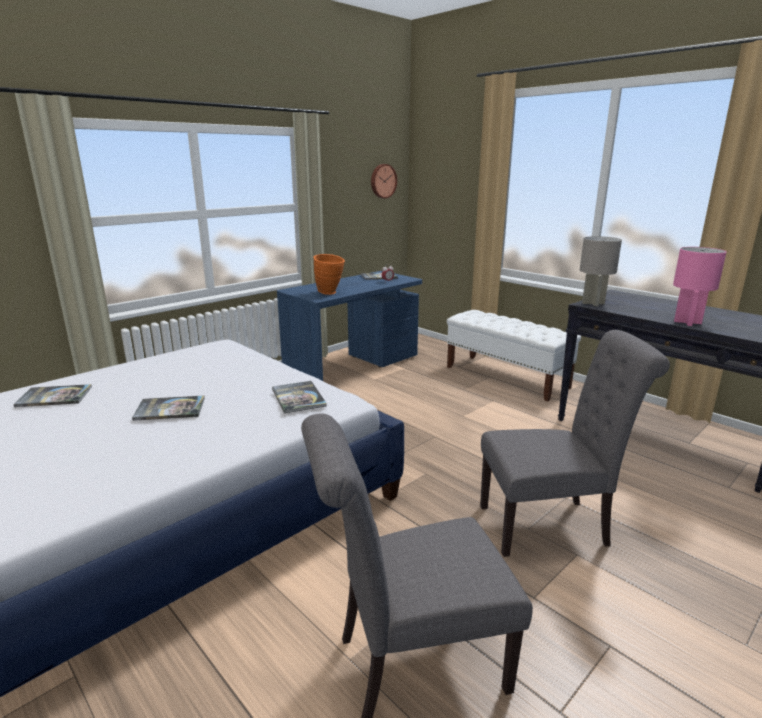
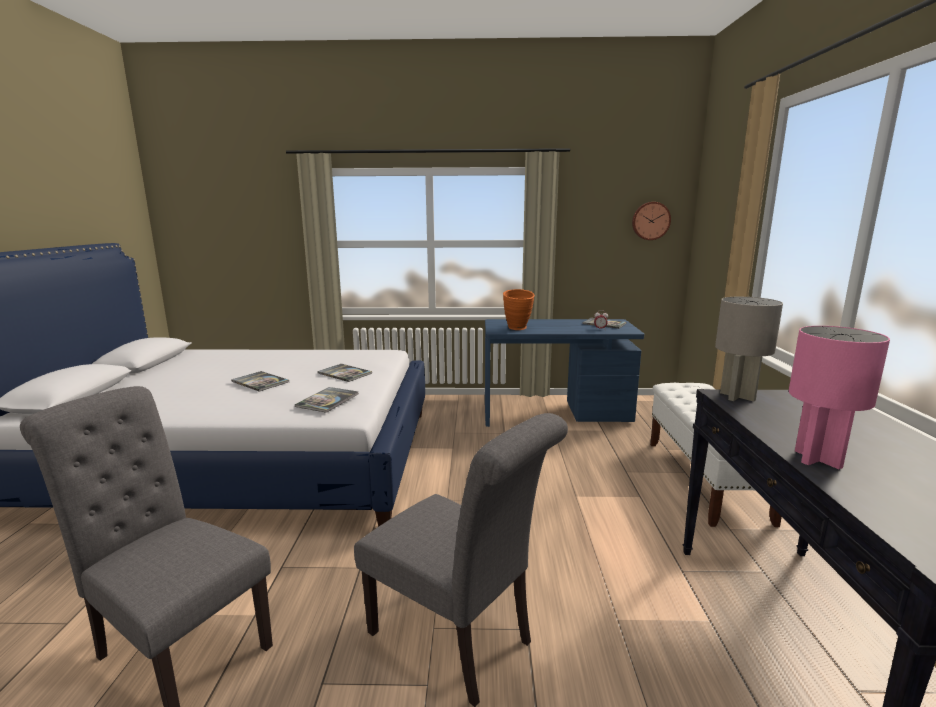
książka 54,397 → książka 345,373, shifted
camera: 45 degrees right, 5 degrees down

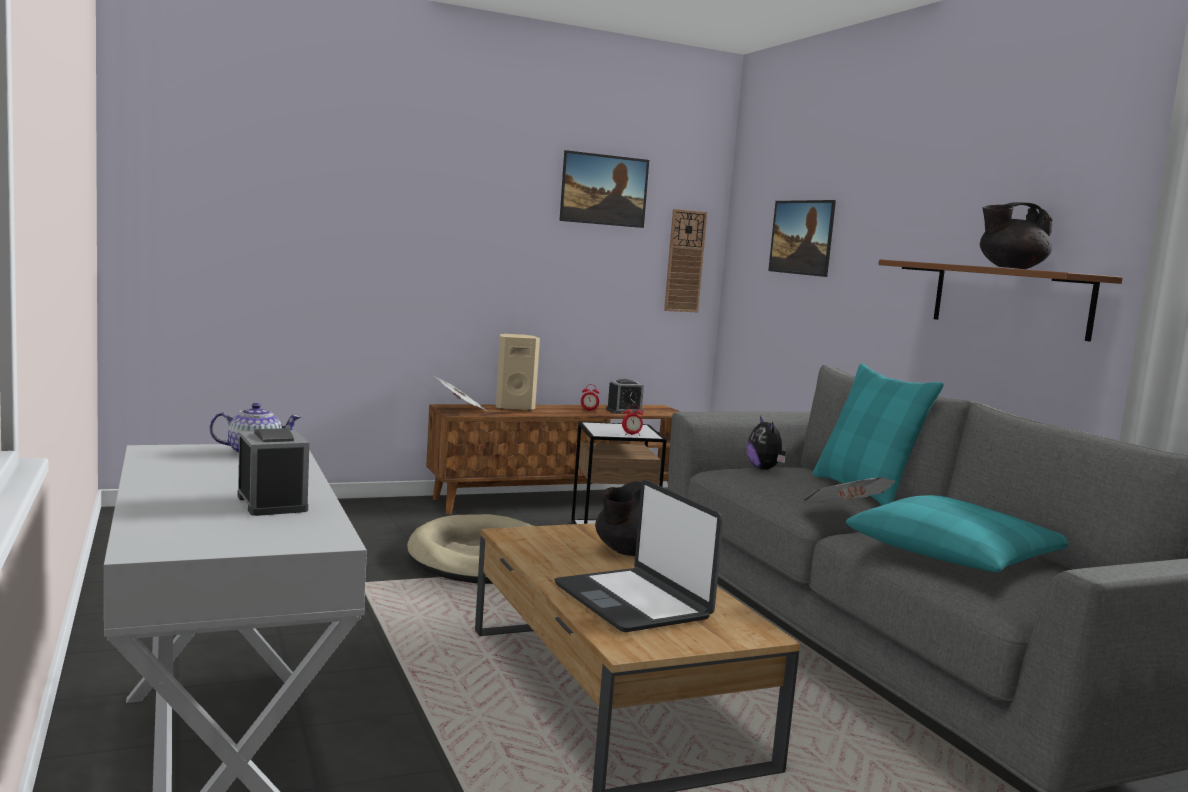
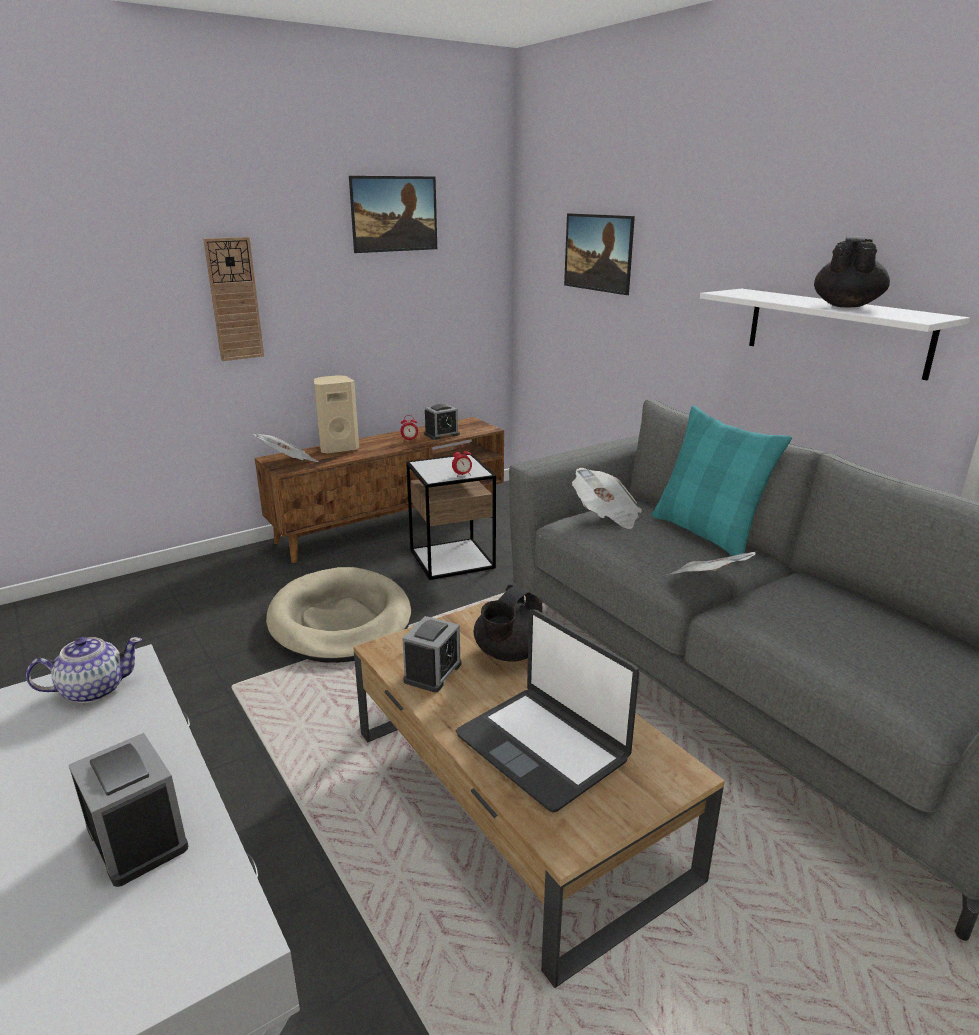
imbryk (czarny) 1010,268 → imbryk (czarny) 846,305, 135 degrees clockwise
zegar ścienny 685,261 → zegar ścienny 234,299, shifted
półka (brązowy) 1009,299 → półka (biały) 835,331
pluszak 764,469 → gazeta 606,515
poduszka (turkusowy) 956,556 → -
- → budzik 433,672
camera: 10 degrees left, 15 degrees up

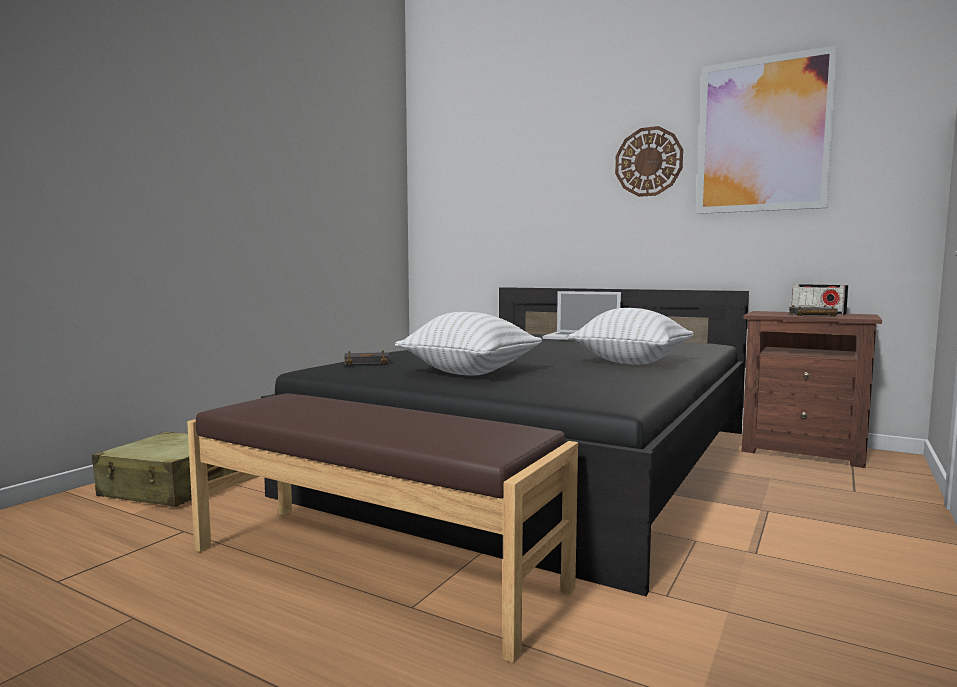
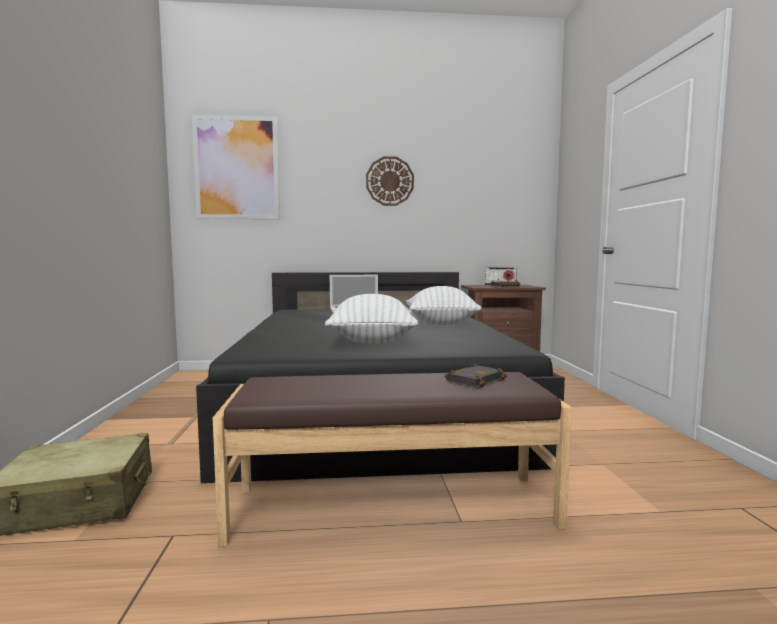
obraz 763,135 → obraz 237,168, shifted
książka (czarny) 367,362 → książka (czarny) 474,380, shifted
camera: 35 degrees left, 0 degrees up

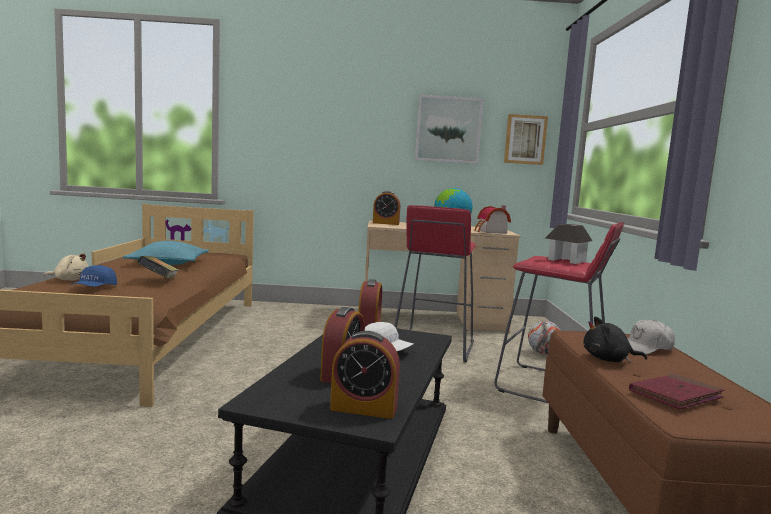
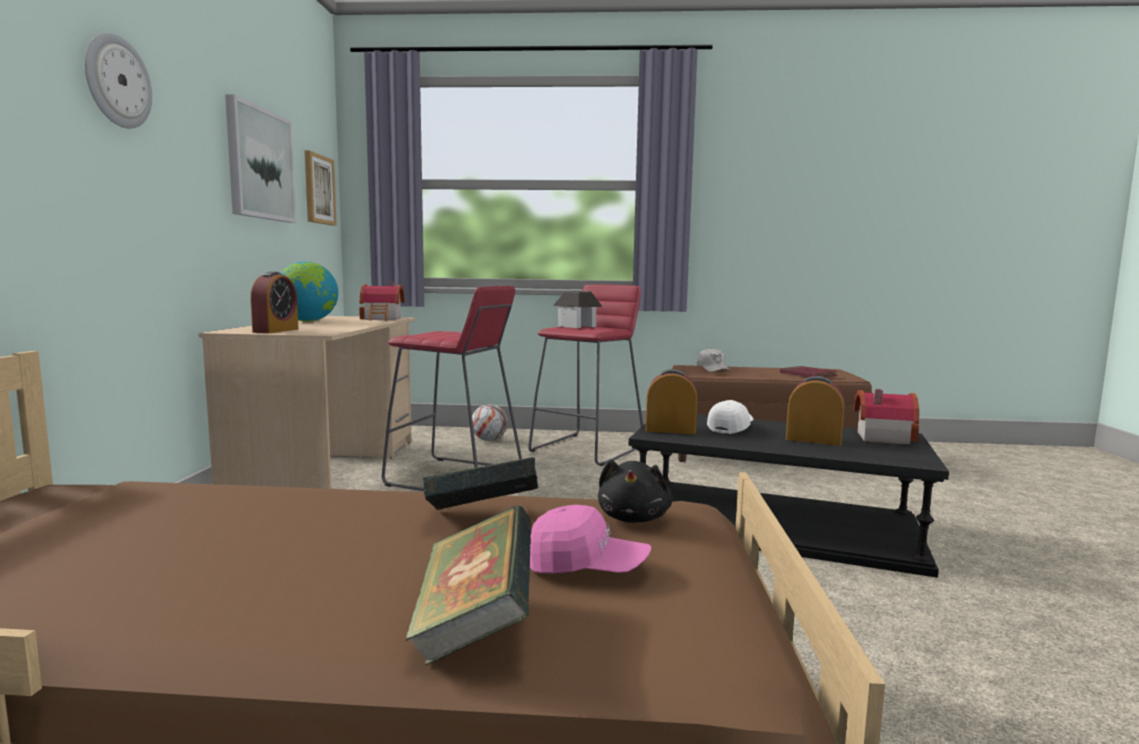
poduszka (turkusowy) 169,263 → -
pluszak (beżowy) 70,280 → książka 475,625
czapka z daszkiem (niebieski) 94,288 → czapka z daszkiem (różowy) 587,567
pluszak (czarny) 608,360 → pluszak (czarny) 634,518, shifted
budzik 364,408 → domek 880,437
- → zegar ścienny 117,81
camera: 85 degrees left, 0 degrees up

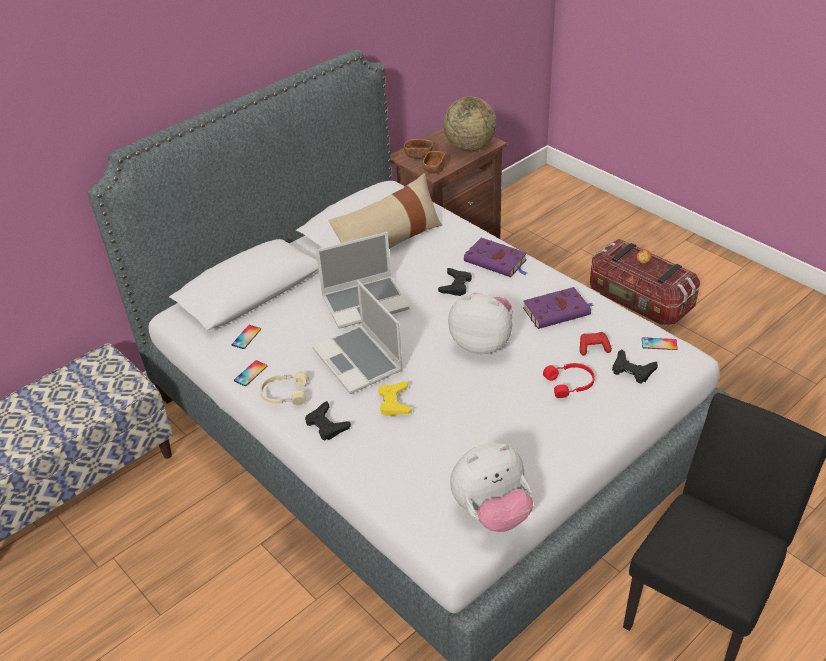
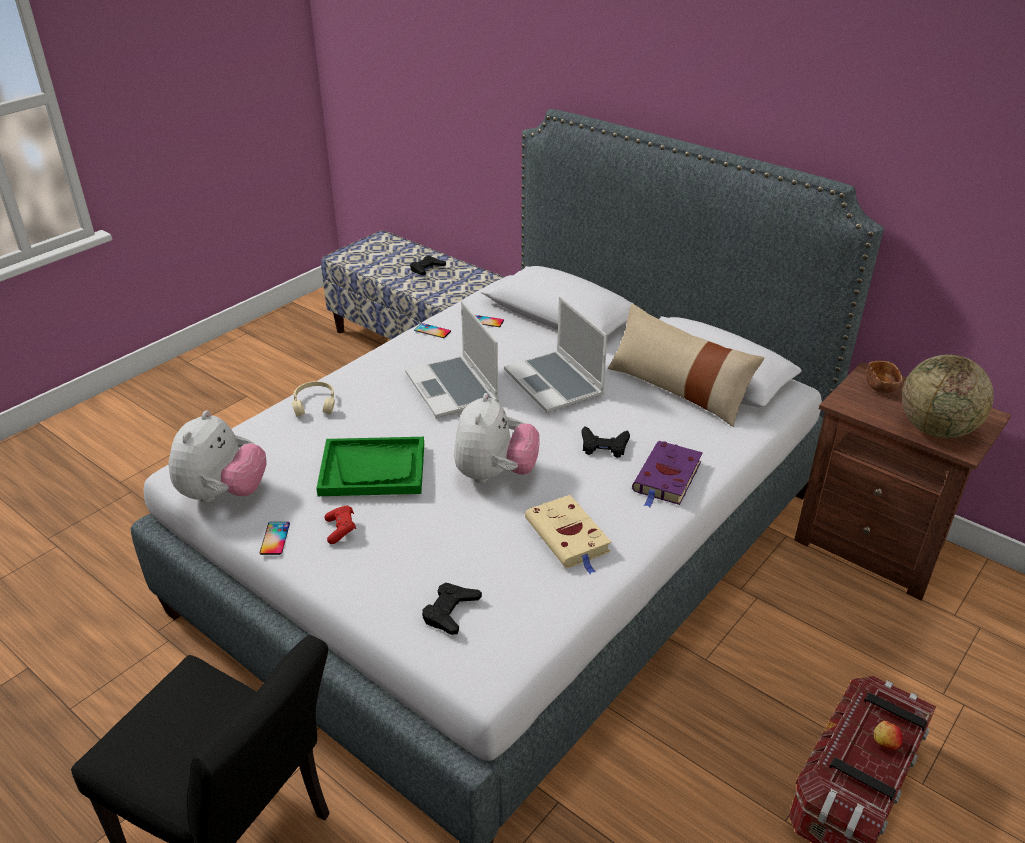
miska (brązowy) 434,169 → -
laptop 359,361 → laptop 453,389, 75 degrees counterclockwise
książka (fioletowy) 558,311 → książka (beżowy) 569,537
pad do gier (czerwony) 593,348 → pad do gier (czerwony) 341,530, shifted
telefon 659,344 → telefon 275,538, shifted
słuchawki (czerwony) 570,384 → -
słuchawki (beżowy) 285,394 → słuchawki (beżowy) 315,404, shifted
pad do gier (żółty) 394,402 → -
pad do gier (czarny) 326,425 → pad do gier (czarny) 427,269, shifted
pluszak 492,512 → pluszak 223,494, 135 degrees counterclockwise
- → taca (zielony) 373,469
camera: 80 degrees right, 5 degrees down

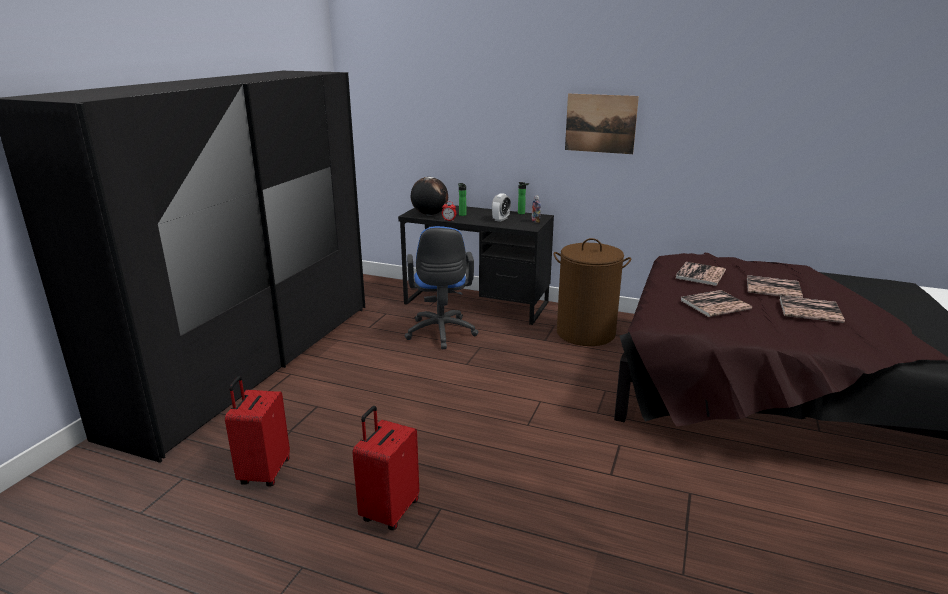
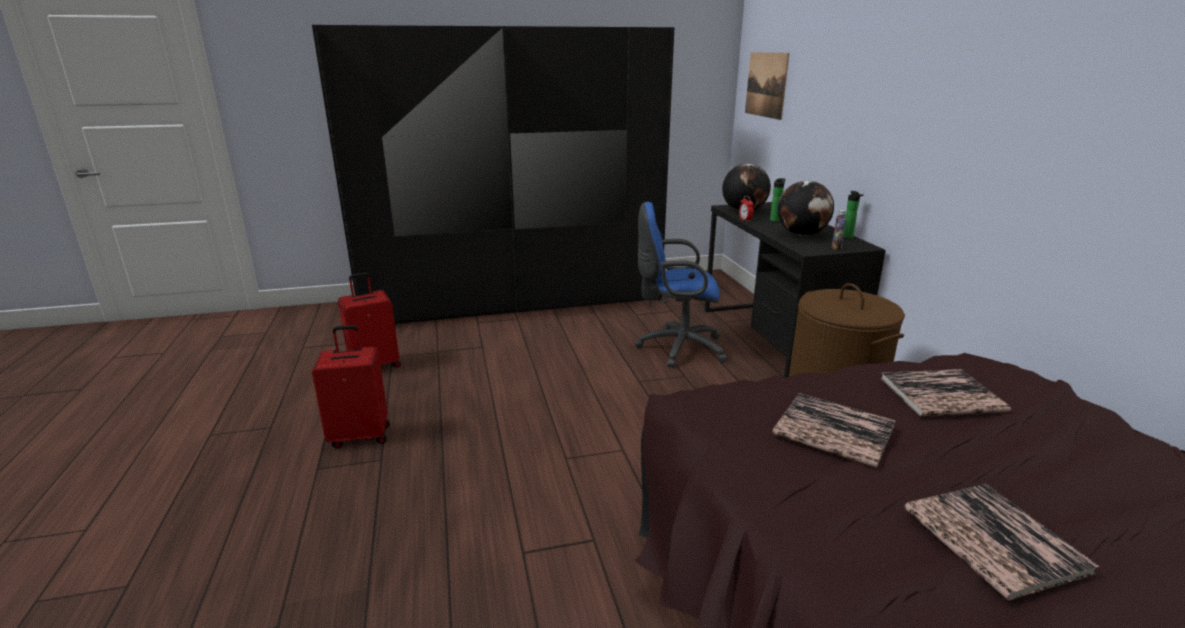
obraz 600,123 → obraz 766,85, shifted
budzik 501,219 → globus 802,234
krzesło biurowe (niebieski) 441,334 → krzesło biurowe (niebieski) 676,348, 45 degrees clockwise
książka 773,288 → -
camera: 55 degrees right, 0 degrees up

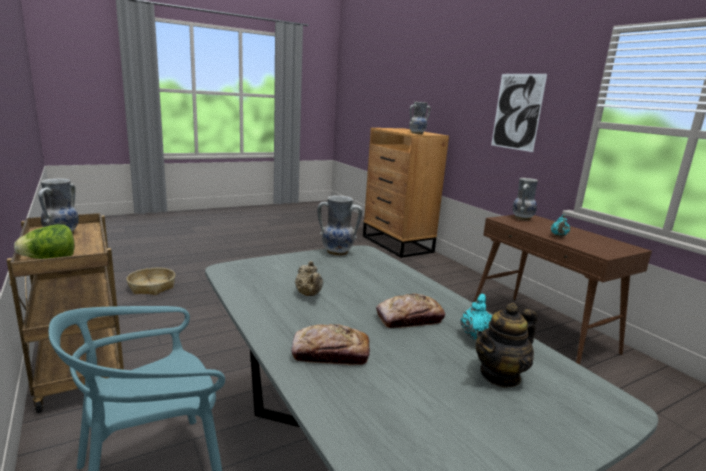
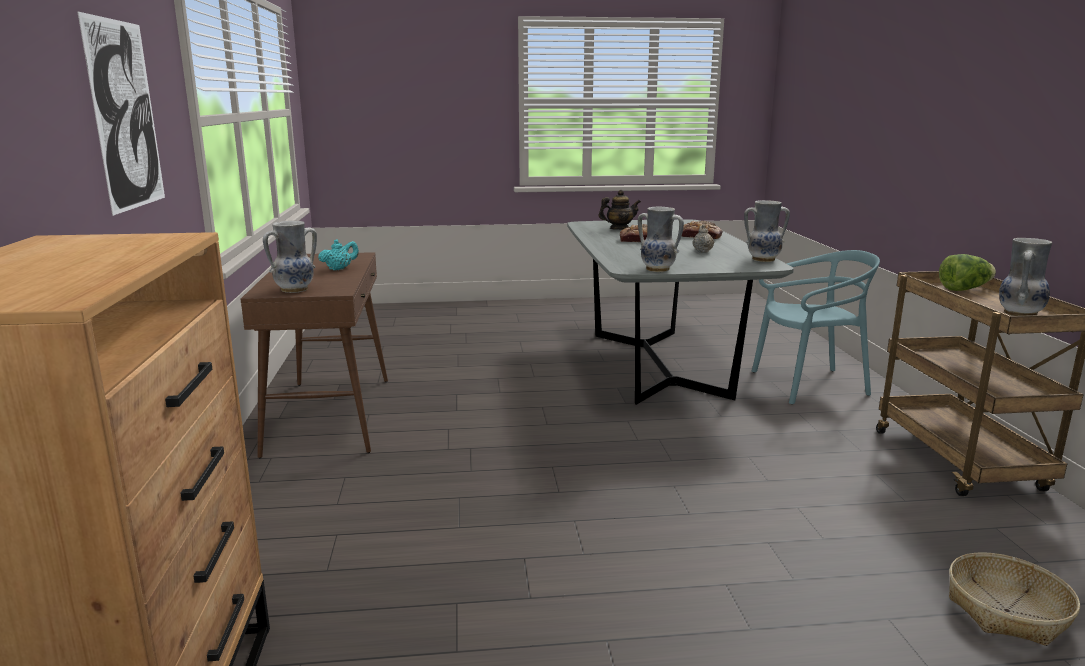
wazon 417,133 → wazon 763,259, shifted
imbryk (turkusowy) 475,334 → -
camera: 155 degrees left, 0 degrees up

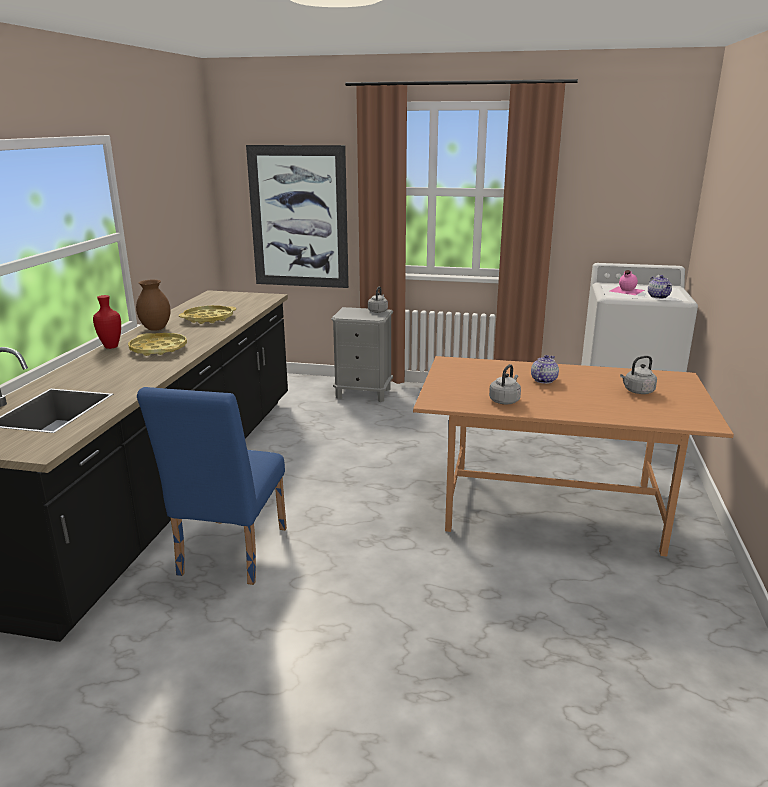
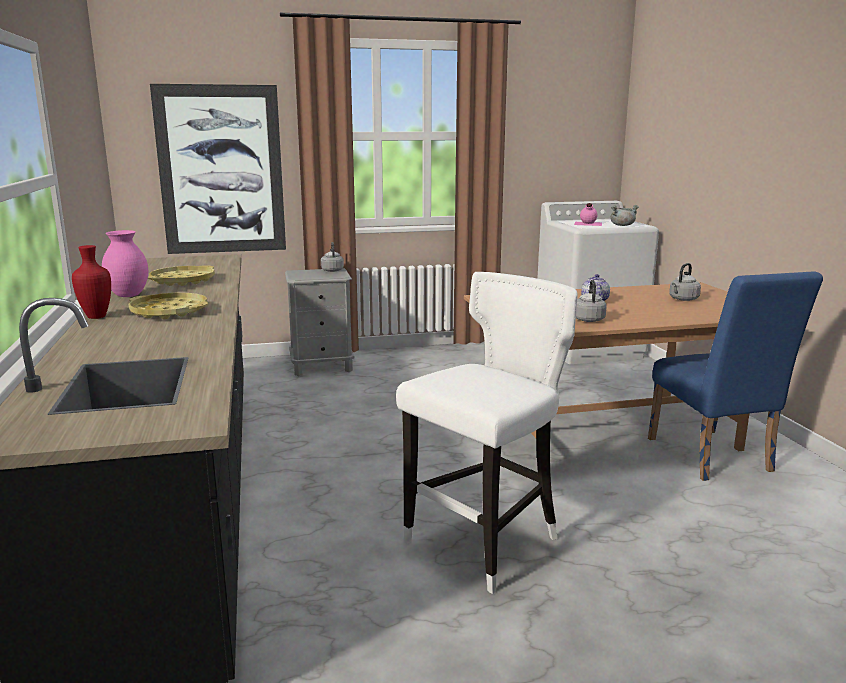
imbryk 659,296 → garnek (szary) 622,225
wazon (brązowy) 156,329 → wazon (różowy) 129,295
krzesło (niebieski) 229,556 → krzesło (niebieski) 713,458, shifted
- → stołek (biały) 486,543
camera: 25 degrees left, 5 degrees down

